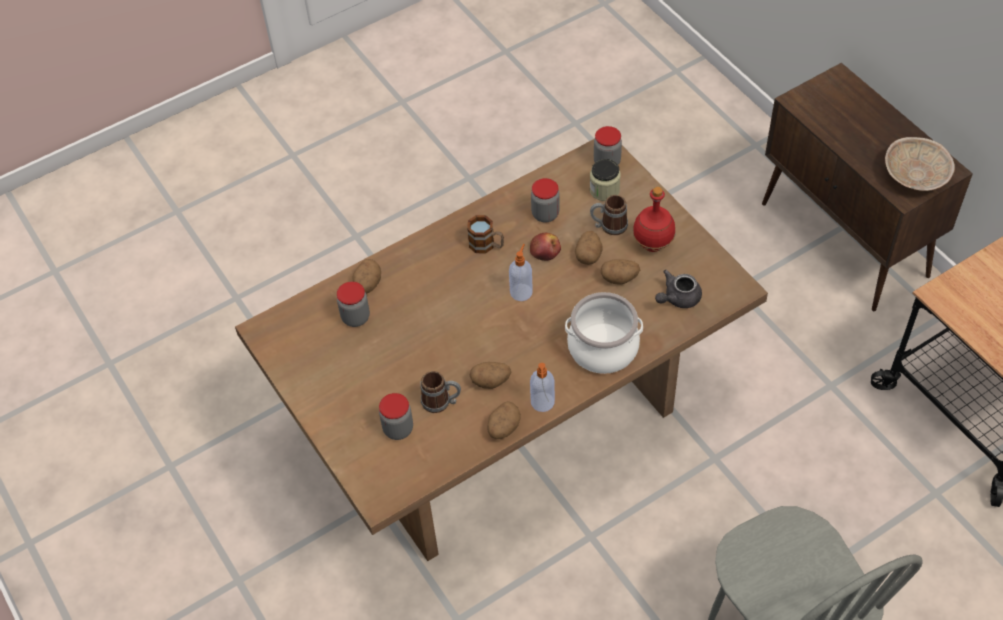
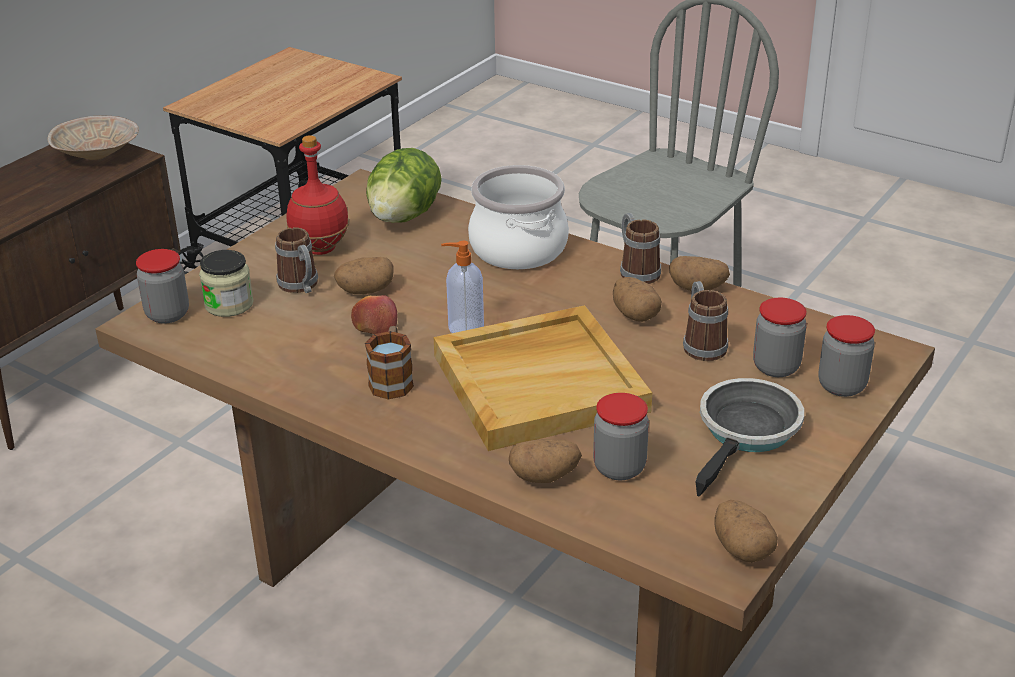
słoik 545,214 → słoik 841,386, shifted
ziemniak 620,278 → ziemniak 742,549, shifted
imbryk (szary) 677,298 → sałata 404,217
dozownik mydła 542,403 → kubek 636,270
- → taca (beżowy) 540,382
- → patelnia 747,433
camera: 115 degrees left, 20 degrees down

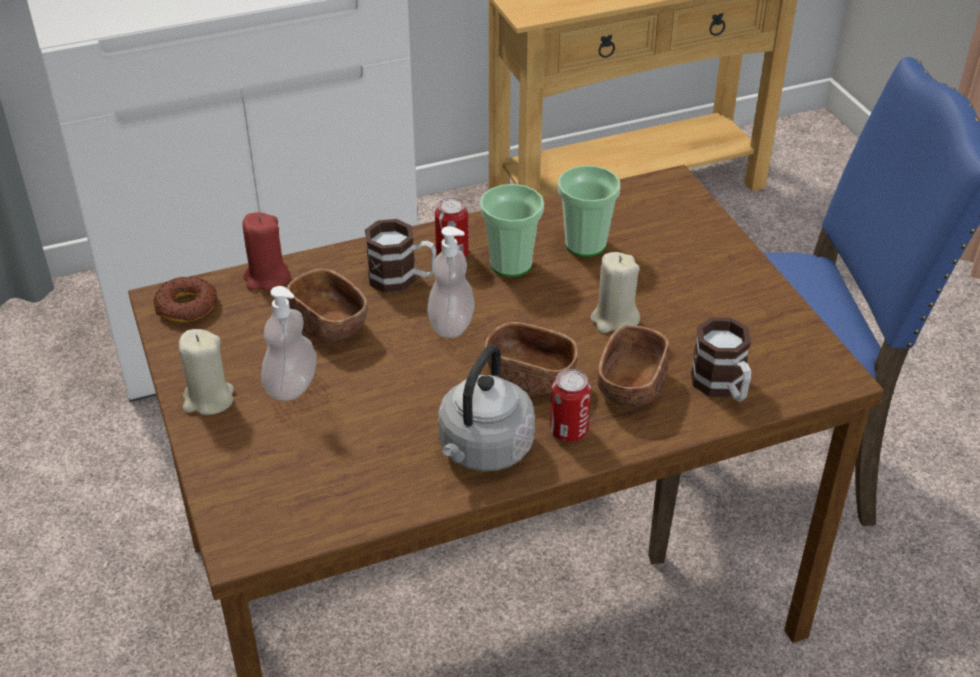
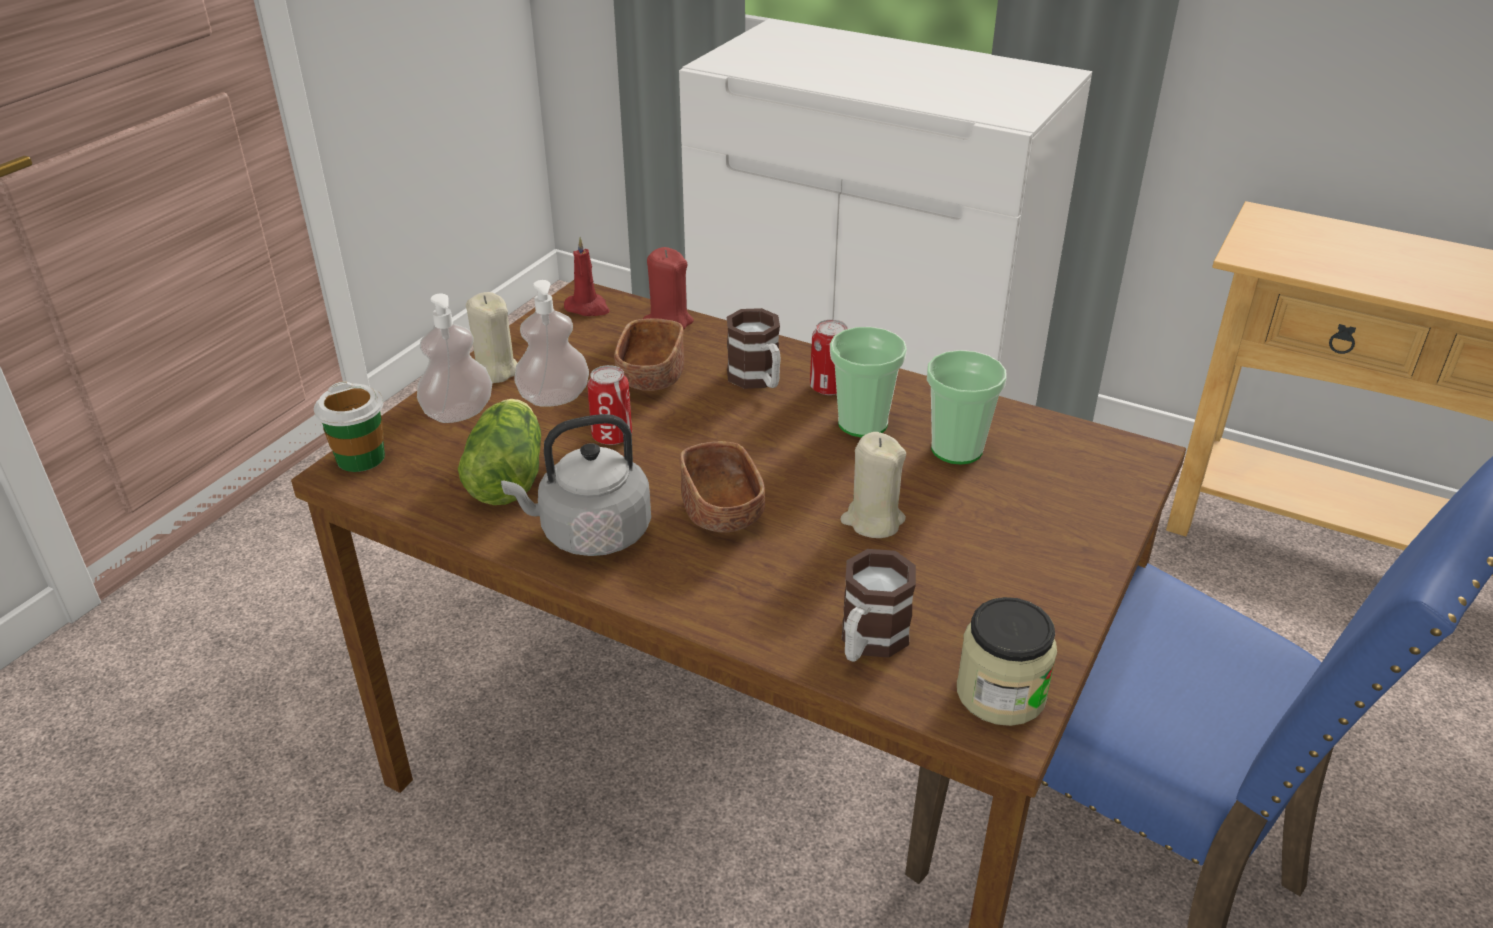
dozownik mydła 451,325 → dozownik mydła 458,413, shifted
donut 186,306 → świeca (czerwony) 588,308
miska (brązowy) 631,386 → -
puszka 569,431 → puszka 612,436, shifted
- → filiżanka 361,458
- → sałata 509,473
- → słoik 1000,693
camera: 50 degrees right, 5 degrees down

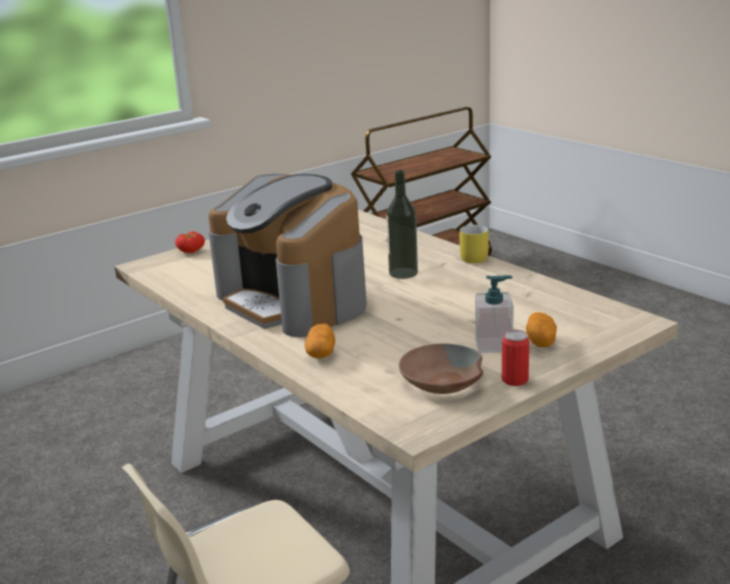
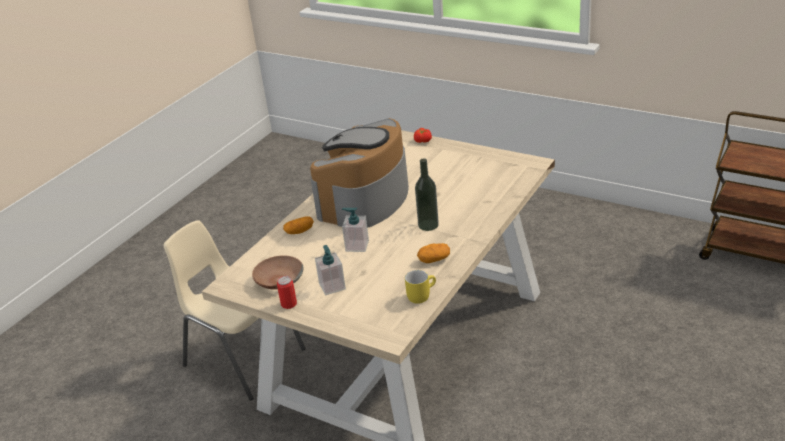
kubek (żółty) 470,257 → kubek (żółty) 420,295, shifted
ziemniak 541,341 → ziemniak 434,260, shifted
- → dozownik mydła 357,246
camera: 70 degrees right, 10 degrees up

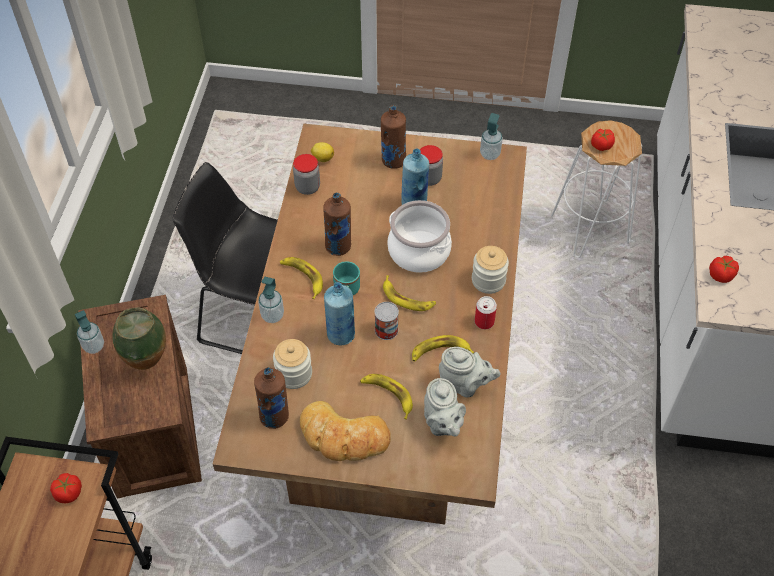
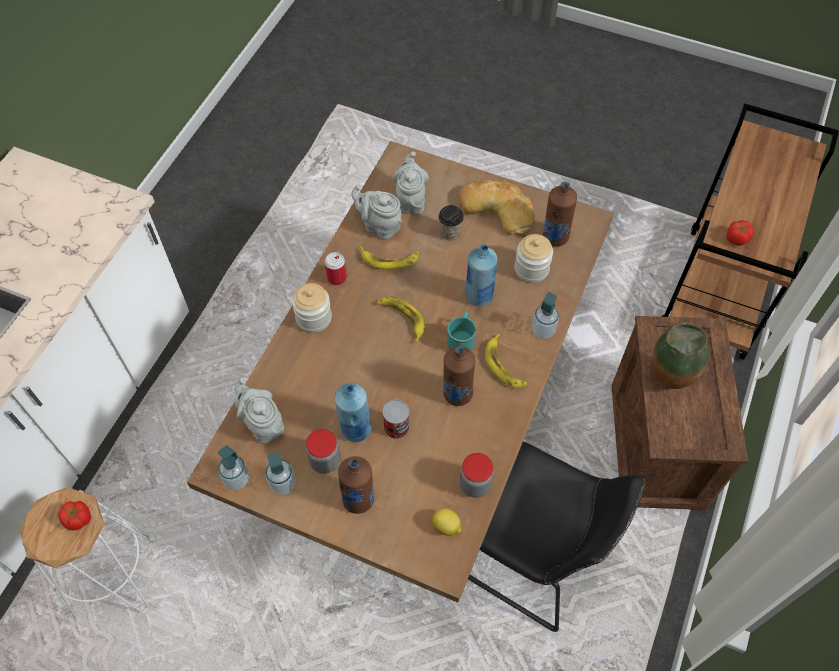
garnek 418,251 → -
pomidor 721,275 → -
puszka 386,330 → puszka 396,427, shifted
dozownik mydła 94,346 → dozownik mydła 283,484, shifted
banan 388,395 → filiżanka 450,233
- → imbryk (szary) 263,424
camera: 165 degrees left, 5 degrees up

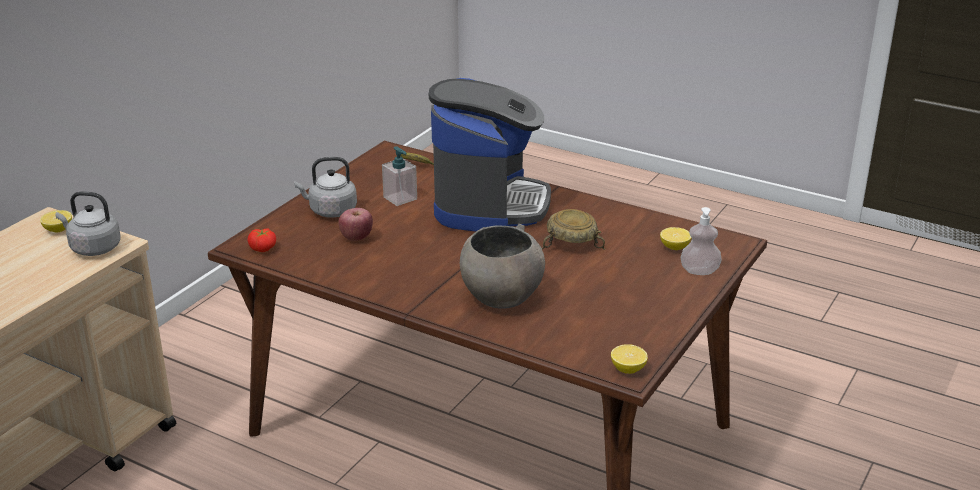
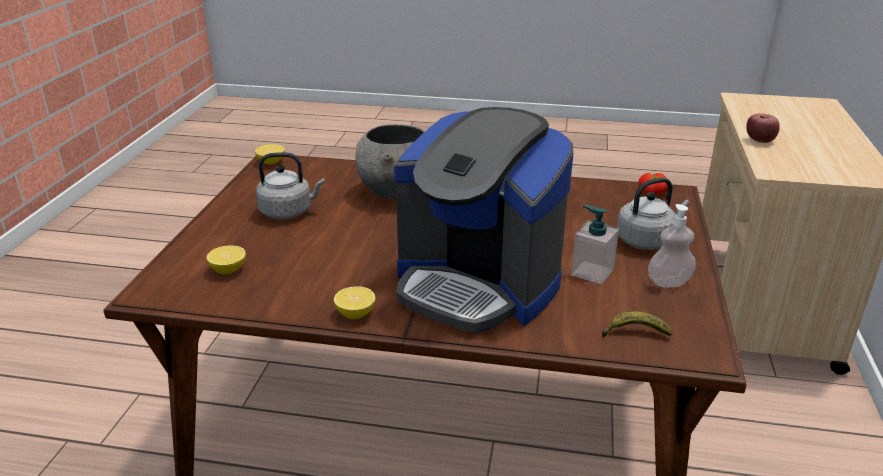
ekspres do kawy 489,205 → ekspres do kawy 477,285, 45 degrees counterclockwise
czajnik (szary) 93,248 → czajnik (szary) 289,212, shifted
dozownik mydła 699,271 → dozownik mydła 669,282, shifted
jabłko 356,237 → jabłko 760,140, shifted
miska (beżowy) 570,242 → -
cytryna 58,230 → cytryna 355,314, shifted
camera: 160 degrees right, 0 degrees up

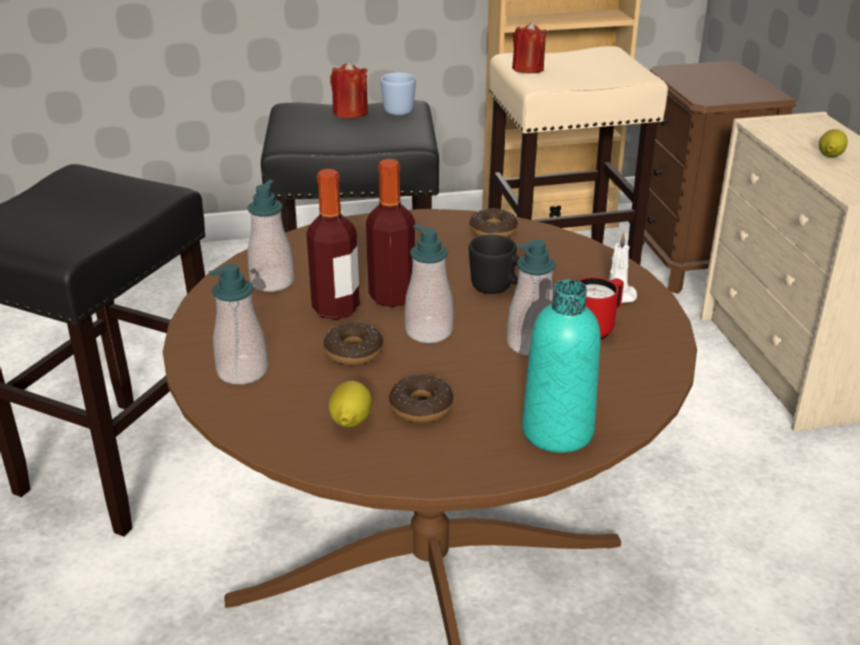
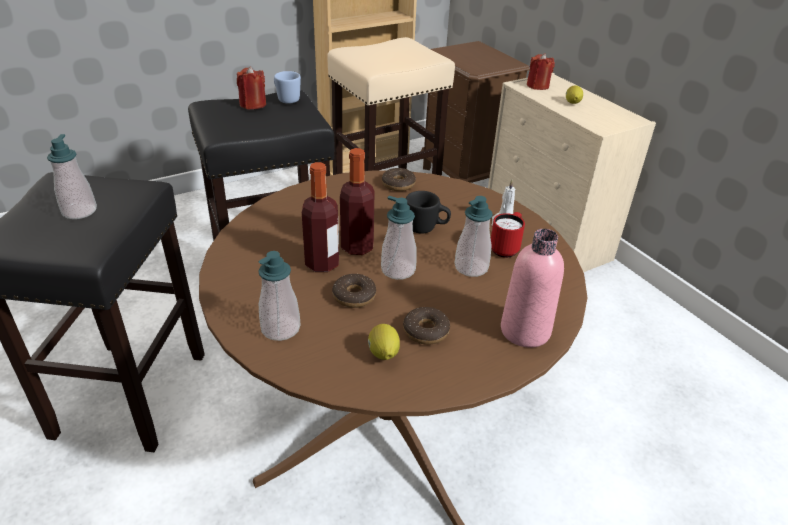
świeca (czerwony) 528,69 → świeca (czerwony) 537,86, shifted
dozownik mydła 272,282 → dozownik mydła 79,211, shifted
butelka (turkusowy) 557,431 → butelka (różowy) 525,331
camera: 20 degrees left, 5 degrees up

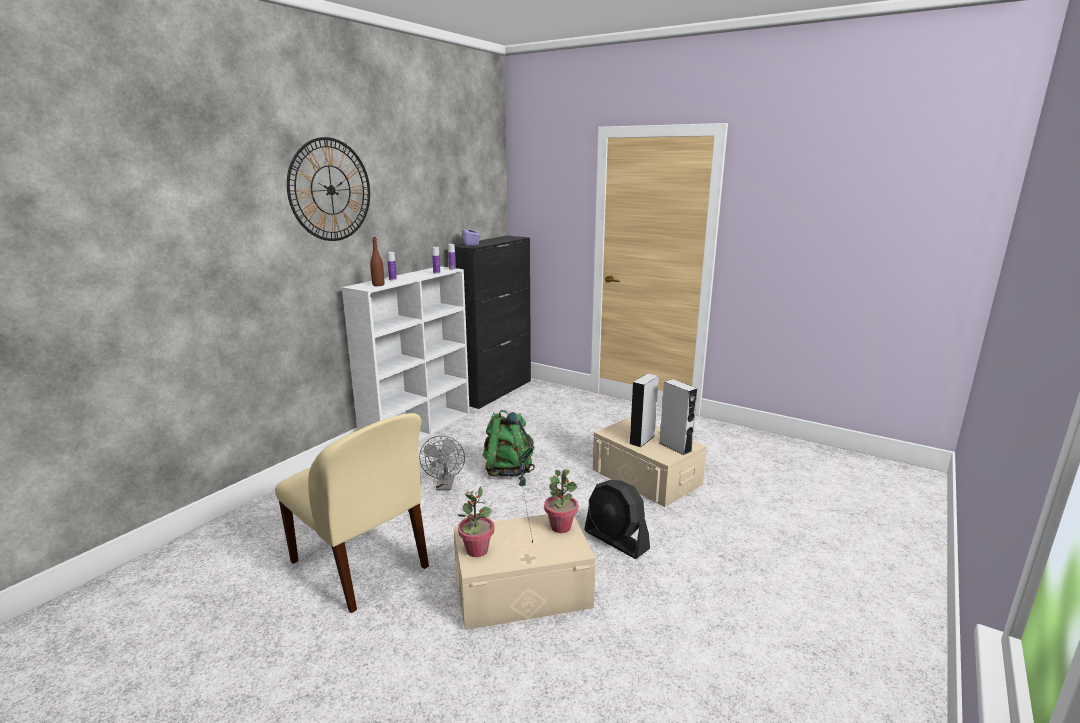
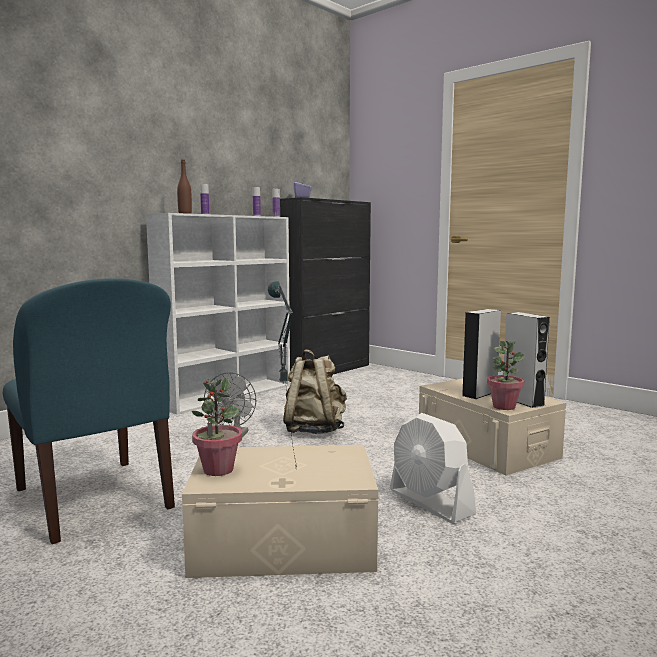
zegar ścienny 330,190 → -
plecak (zielony) 508,470 → plecak (beżowy) 314,430
krzesło (beżowy) 361,566 → krzesło (niebieski) 95,500
roślina doniczkowa 561,527 → roślina doniczkowa 504,406, shifted
wentylator (czarny) 616,540 → wentylator (biały) 430,502
camera: 10 degrees right, 10 degrees down

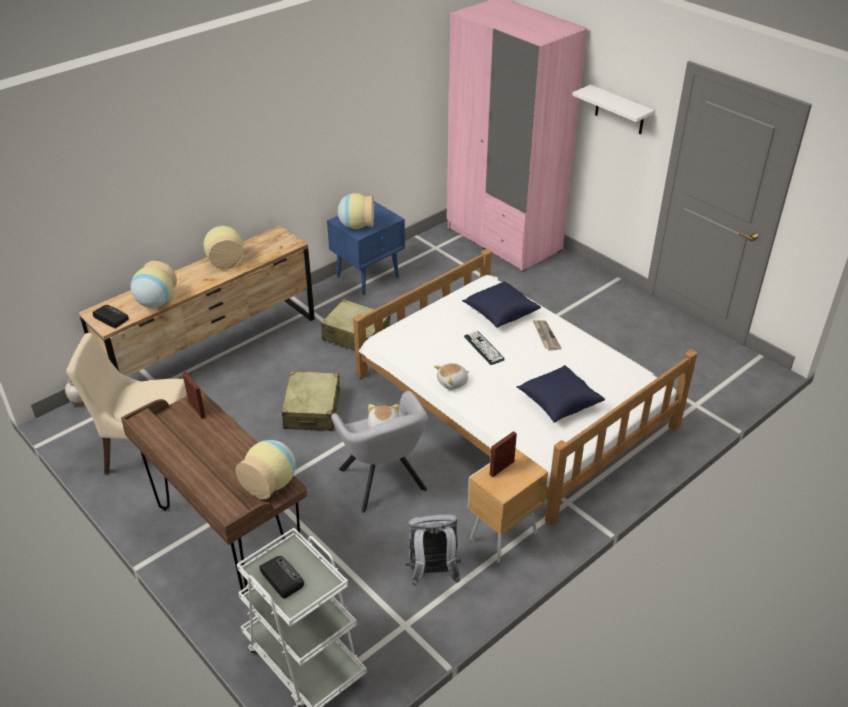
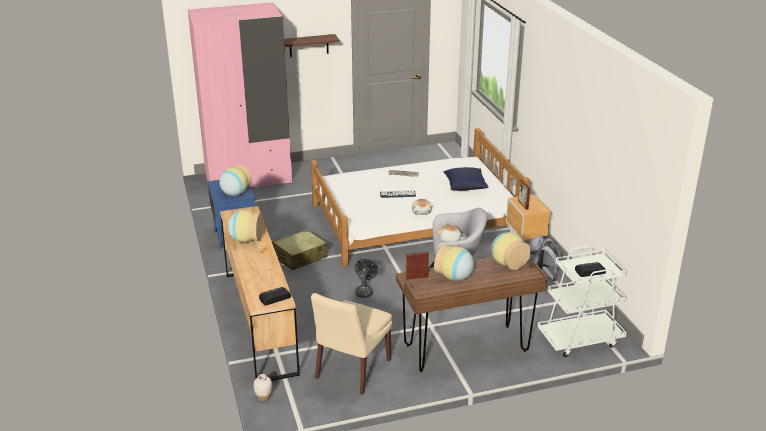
półka (biały) 620,110 → półka (brązowy) 309,45
wazon 155,303 → wazon 455,277, shifted
poduszka (niebieski) 500,313 → -
walizka (beżowy) 312,410 → wentylator (czarny) 365,291
camera: 65 degrees left, 10 degrees down

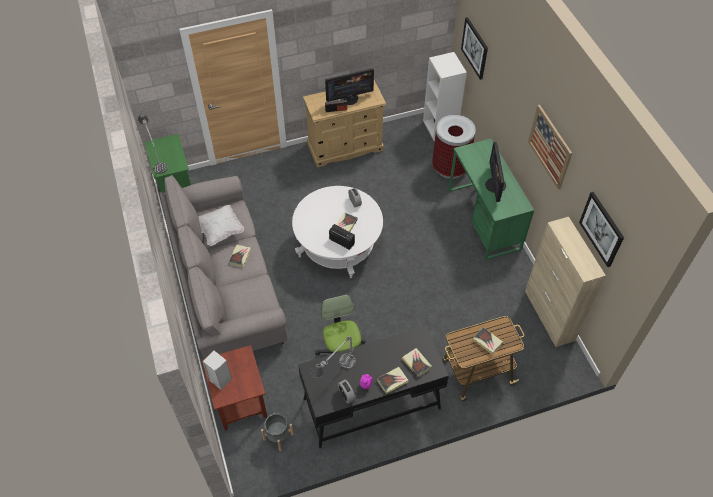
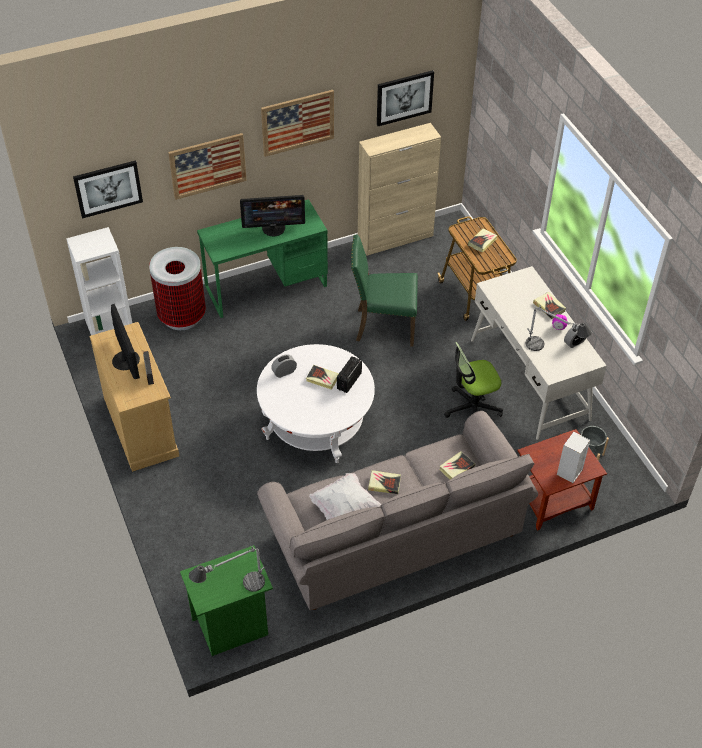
biurko (czarny) 371,403 → biurko (biały) 529,379
książka 416,363 → książka 456,468, shifted
- → obraz 208,165
- → krzesło (zielony) 383,326
camera: 95 degrees left, 5 degrees down

